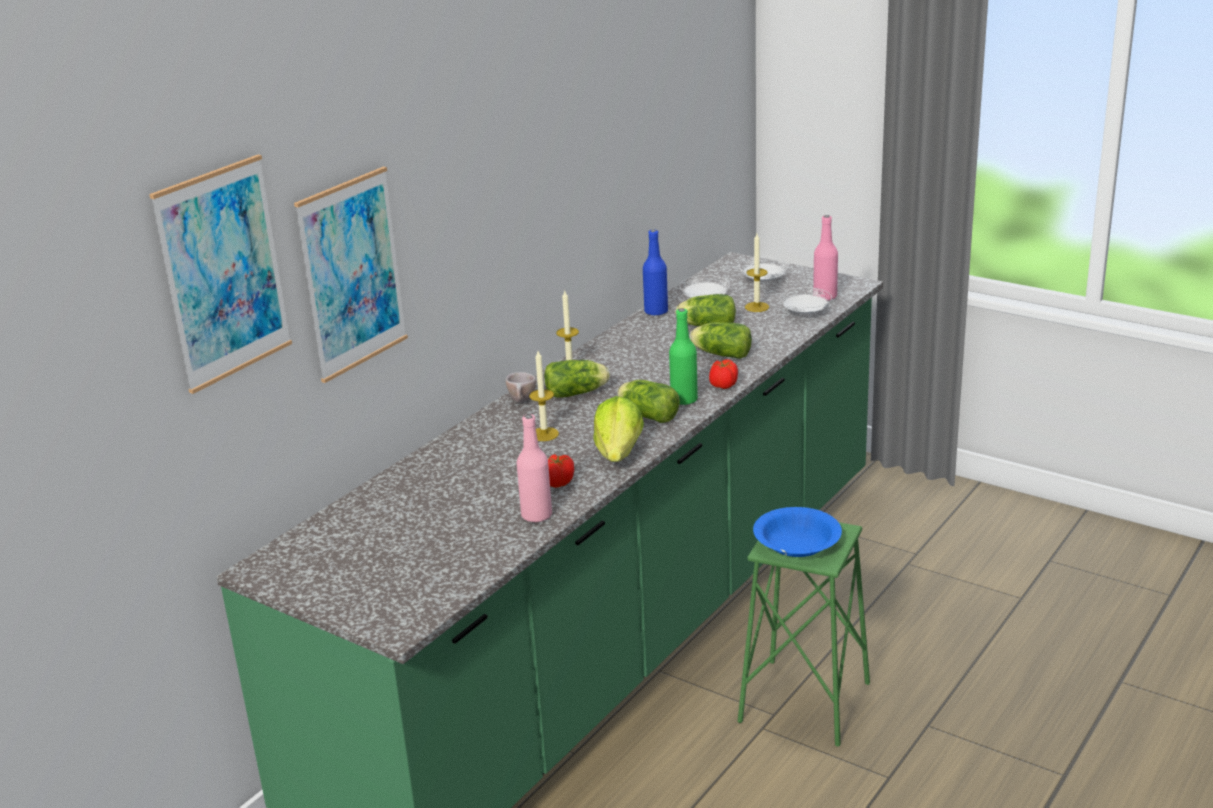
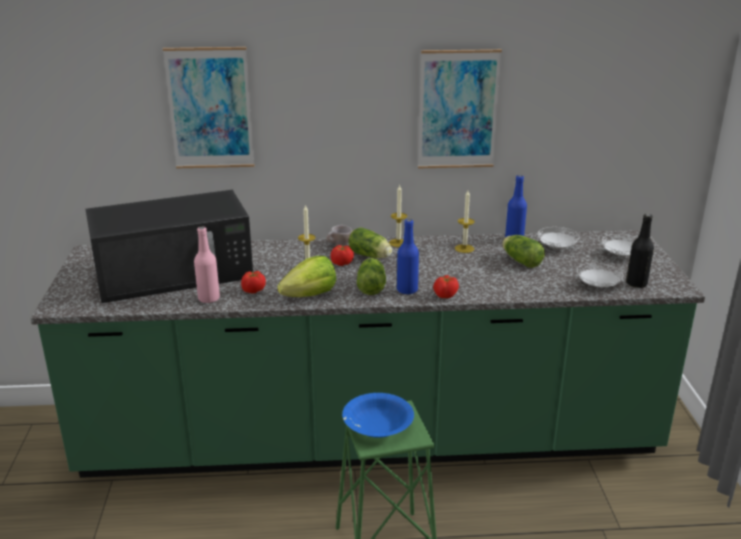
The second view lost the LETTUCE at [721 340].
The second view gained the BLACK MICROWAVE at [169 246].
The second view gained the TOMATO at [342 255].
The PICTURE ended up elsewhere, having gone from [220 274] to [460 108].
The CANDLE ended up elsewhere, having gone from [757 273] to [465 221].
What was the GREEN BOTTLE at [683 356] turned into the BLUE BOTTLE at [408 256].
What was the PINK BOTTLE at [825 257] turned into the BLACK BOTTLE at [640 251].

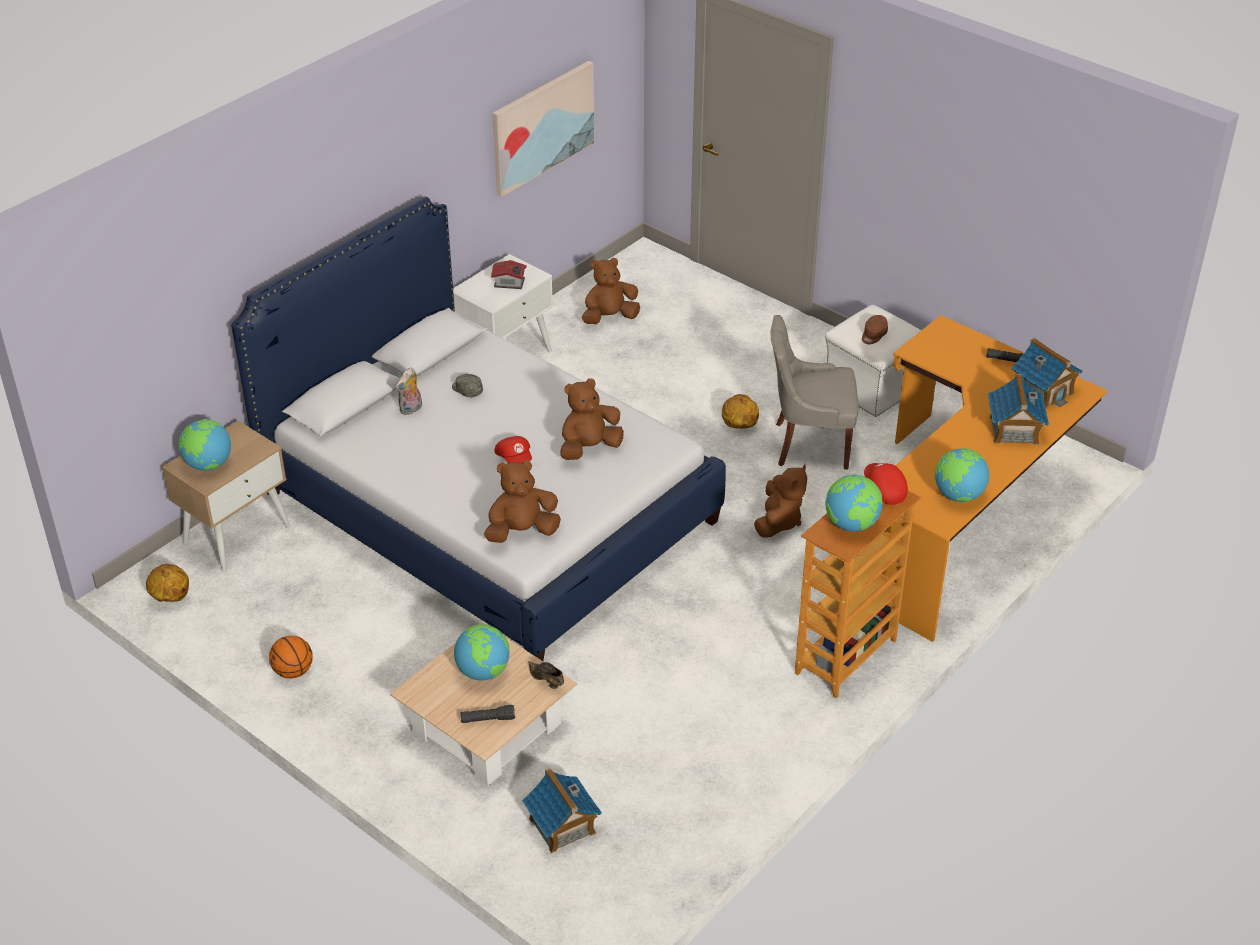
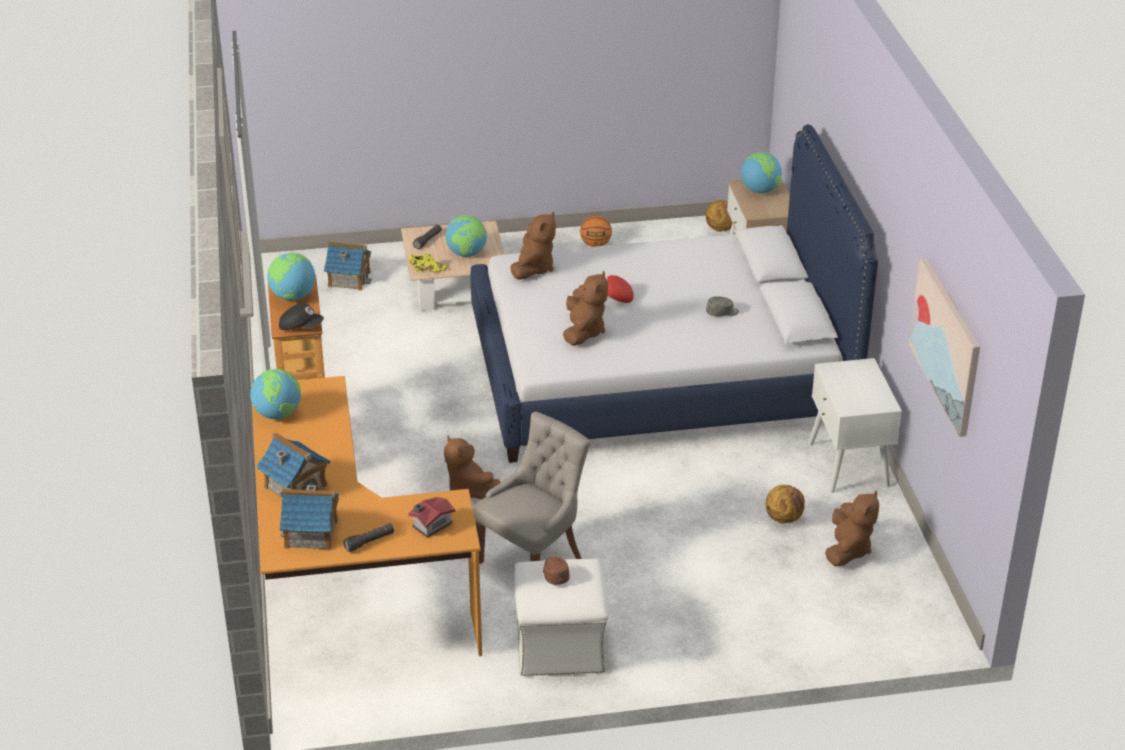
The second view lost the PLUSH TOY at [408 391].
The TOY HOUSE ended up elsewhere, having gone from [509 274] to [431 517].
The BASKETBALL ended up elsewhere, having gone from [740 411] to [785 504].
What was the BROWN SHOE at [546 675] turned into the YELLOW SHOE at [429 263].
What was the RED CAP at [886 484] turned into the BLACK CAP at [301 317].

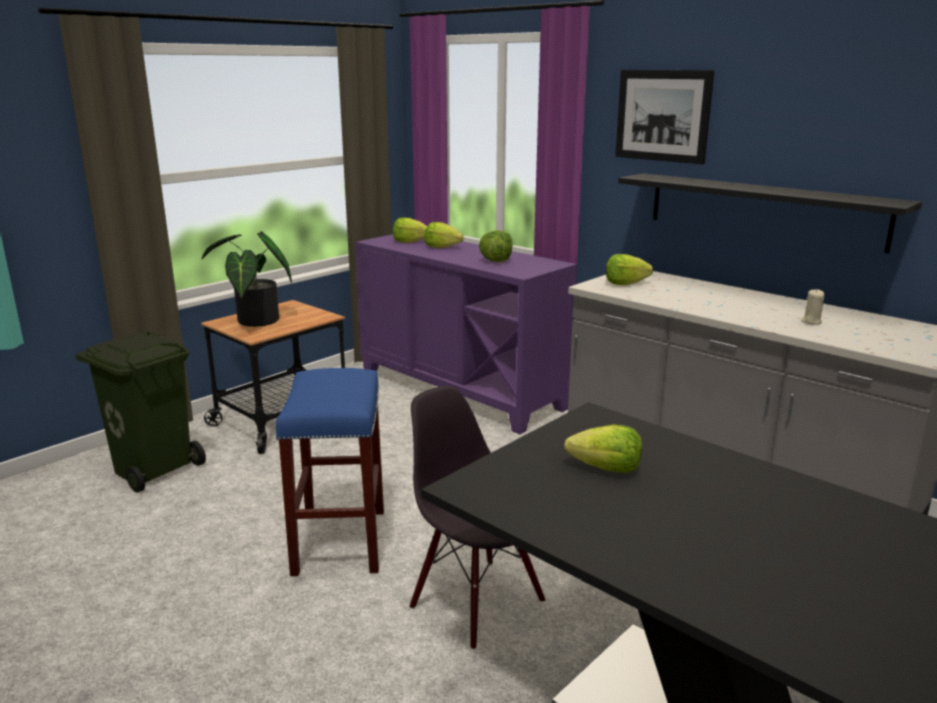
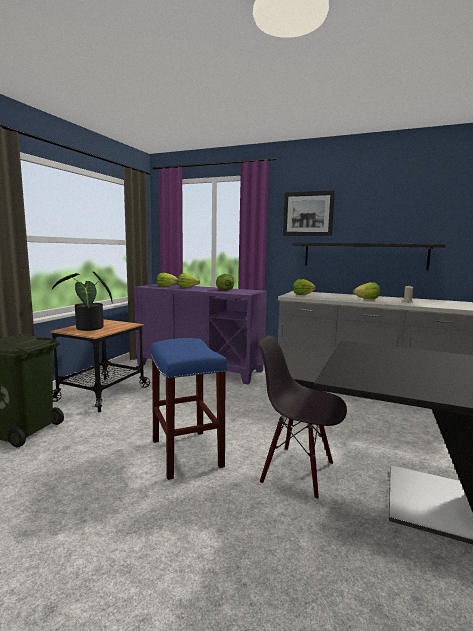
The LETTUCE ended up elsewhere, having gone from [603 449] to [366 290].

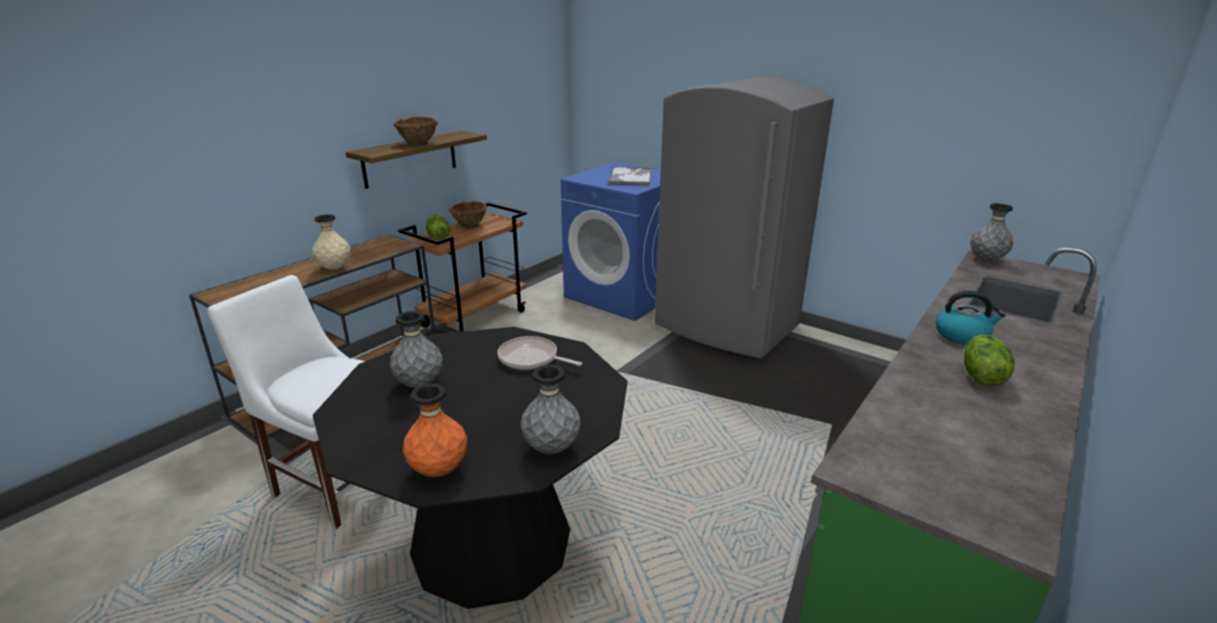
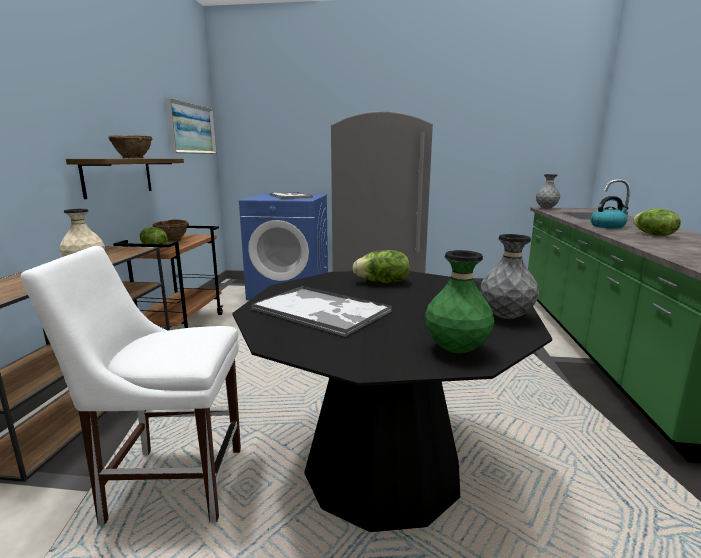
The second view gained the PICTURE at [191 126].
Where the GREY VASE stood at [416 349], the TRAY came to stand at [322 311].
Where the FRYING PAN stood at [539 353], the LETTUCE came to stand at [381 266].
What was the ORANGE VASE at [435 430] turned into the GREEN VASE at [459 301].

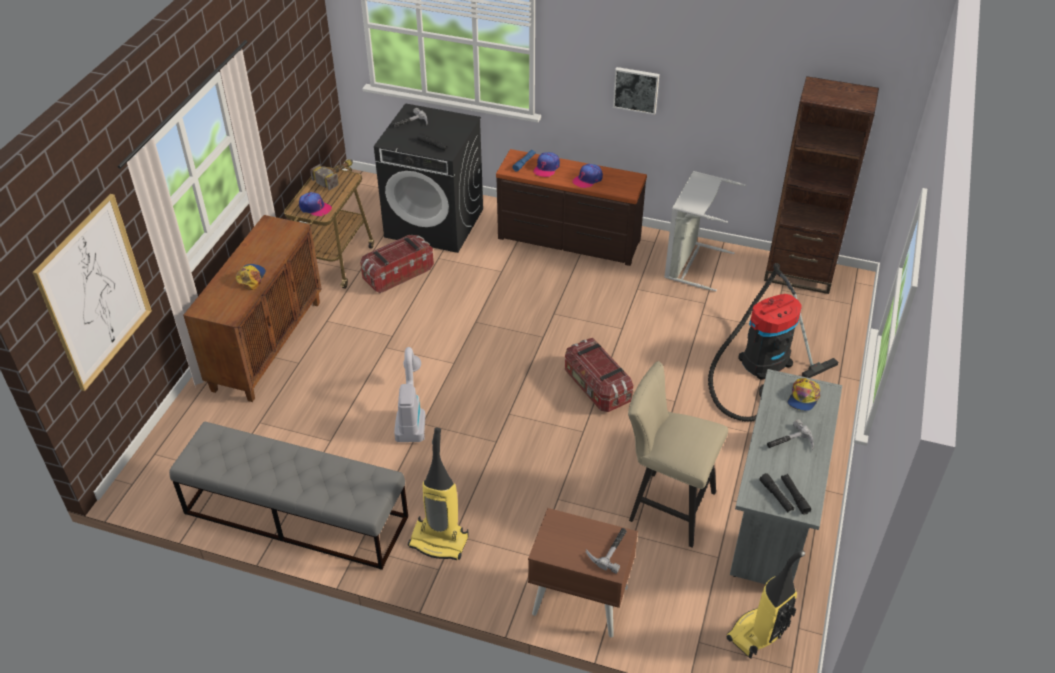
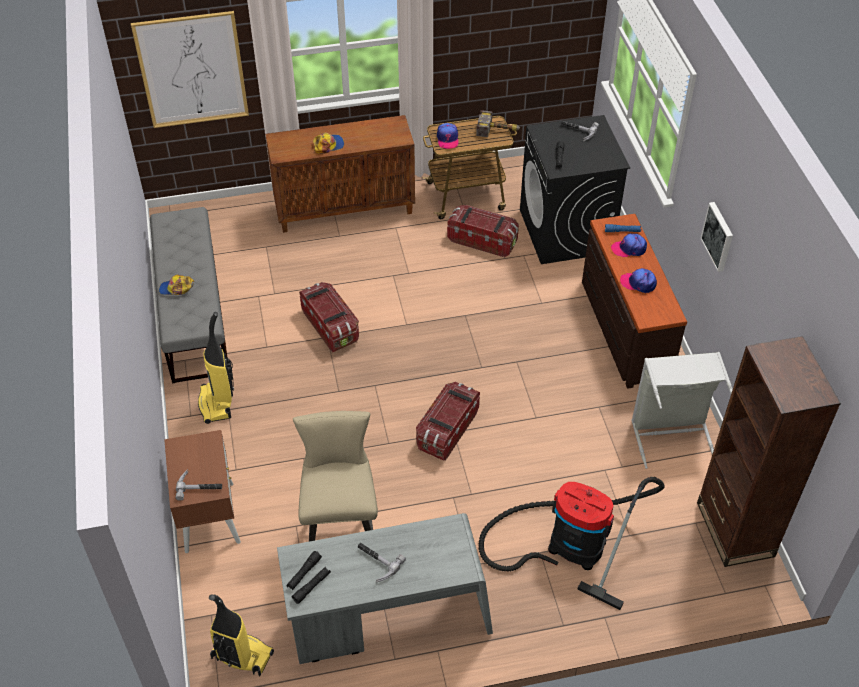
The CAP ended up elsewhere, having gone from [803 394] to [176 285].
Where the VACUUM CLEANER stood at [409 394], the STORAGE BOX came to stand at [329 317].

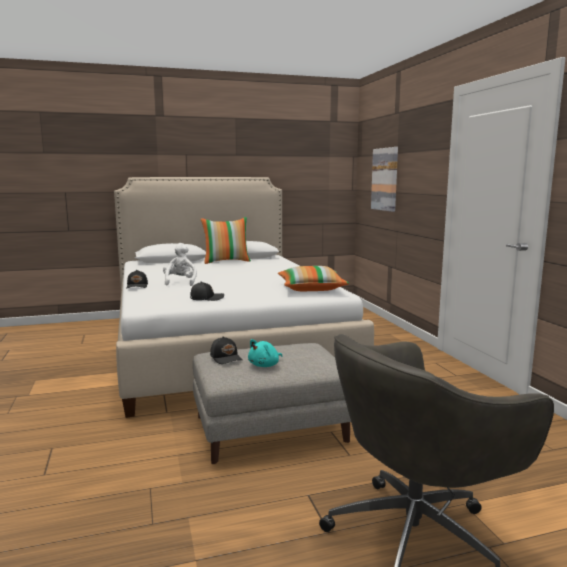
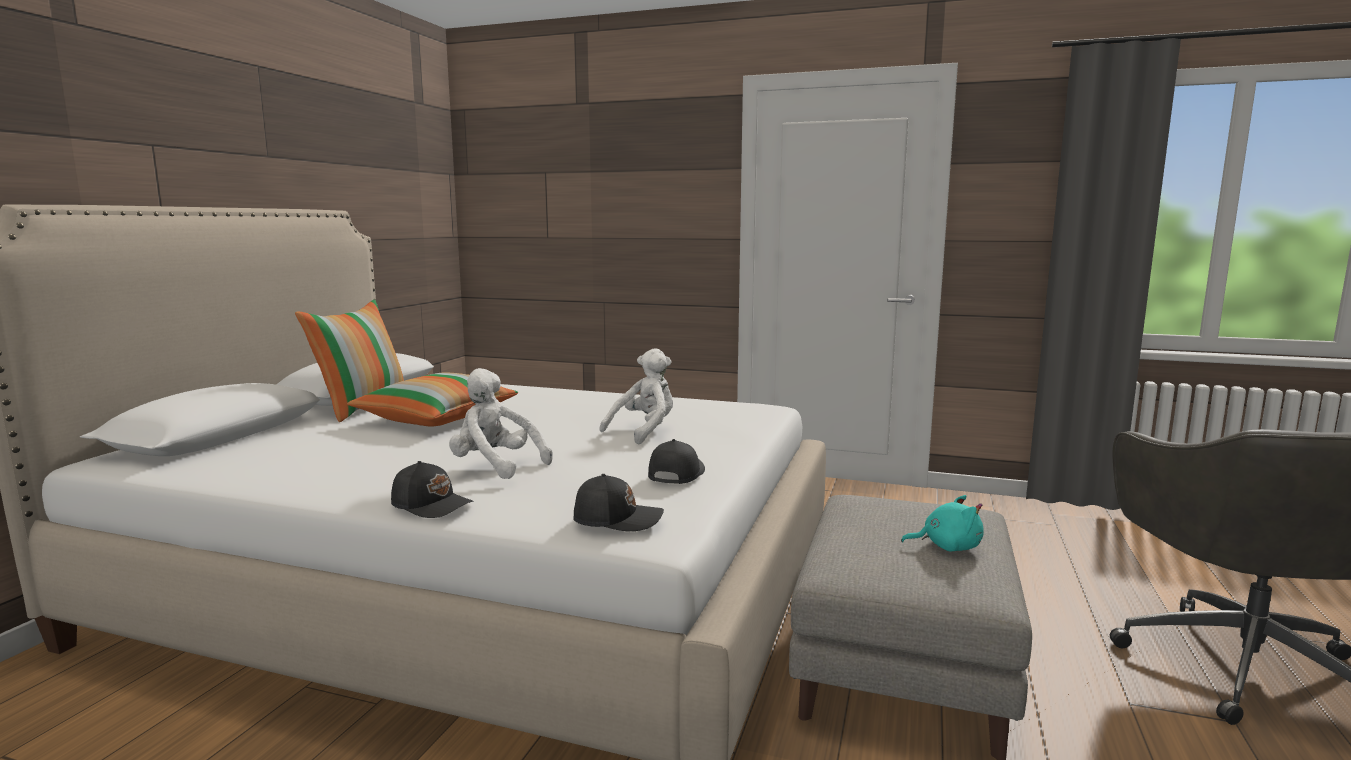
The second view lost the PICTURE at [384 179].
The second view gained the WHITE PLUSH TOY at [636 396].
The BLACK CAP ended up elsewhere, having gone from [226 350] to [618 502].
The PILLOW ended up elsewhere, having gone from [313 278] to [432 399].
The TURQUOISE PLUSH TOY at [265 353] ended up facing another way, 75 degrees counterclockwise from before.

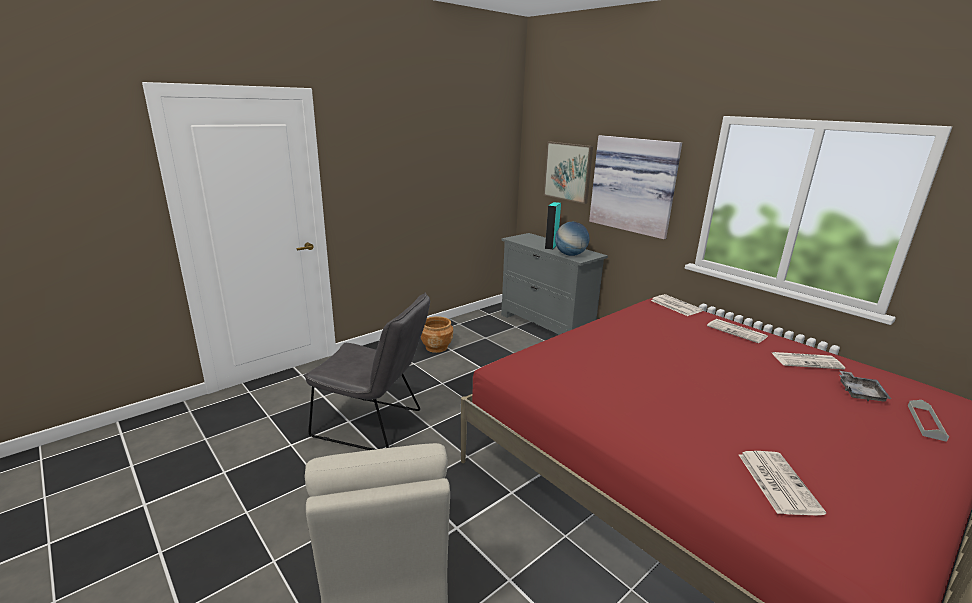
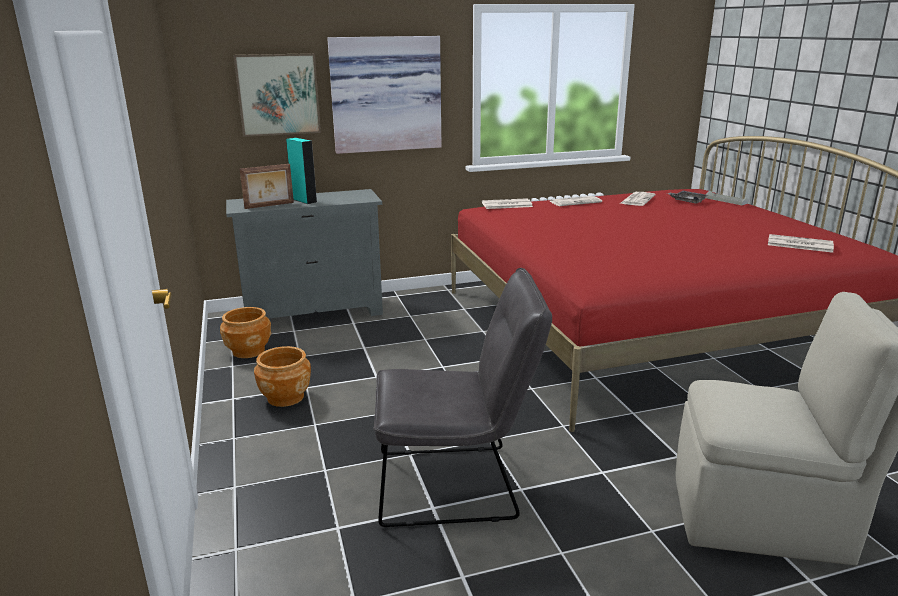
The second view lost the GLOBE at [572 239].
The second view gained the BROWN PLANTER at [245 332].
The second view gained the PICTURE FRAME at [267 186].
The GREY CHAIR at [367 371] ended up facing another way, 45 degrees clockwise from before.

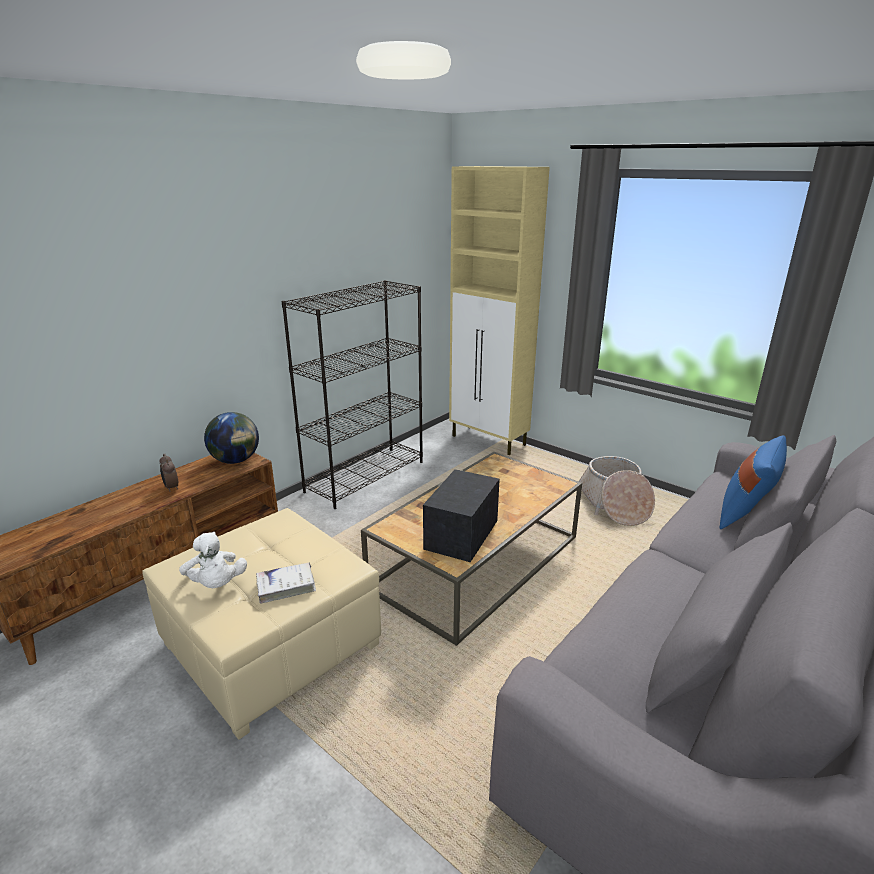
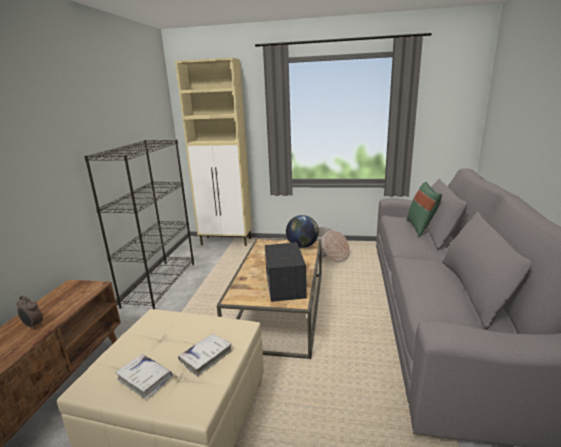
The GLOBE ended up elsewhere, having gone from [231 438] to [302 231].
Where the WHITE PLUSH TOY stood at [213 560], the WHITE BOOK came to stand at [144 376].
What was the BLUE PILLOW at [753 482] turned into the GREEN PILLOW at [424 209].

